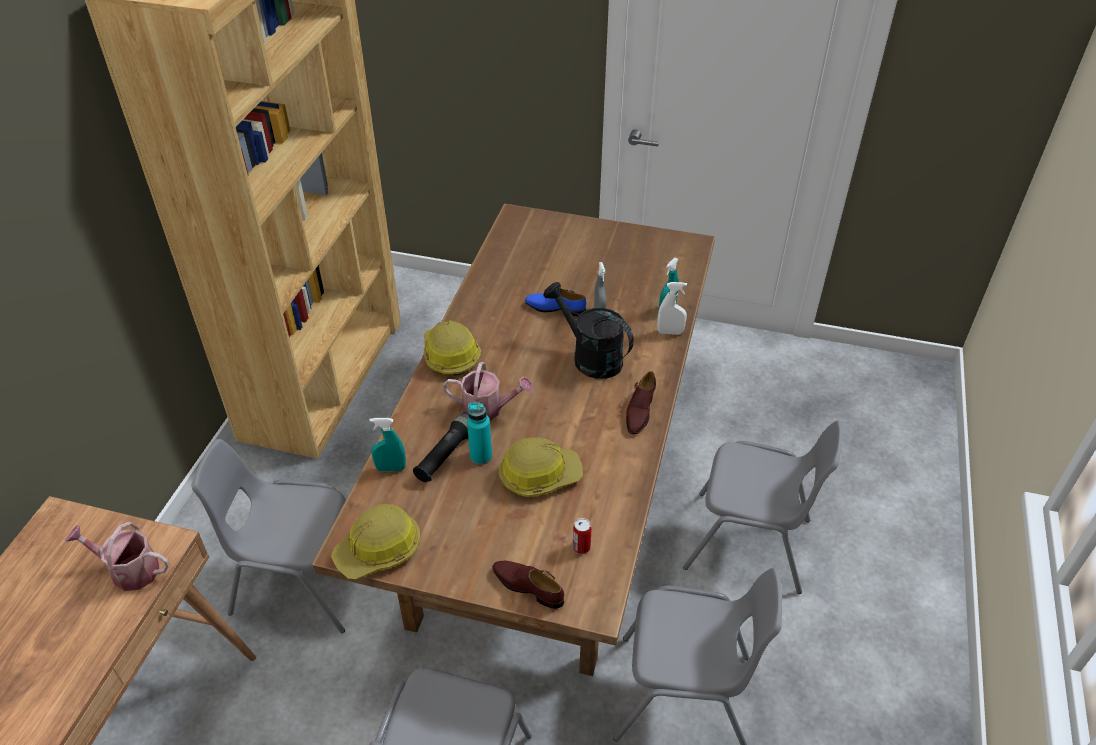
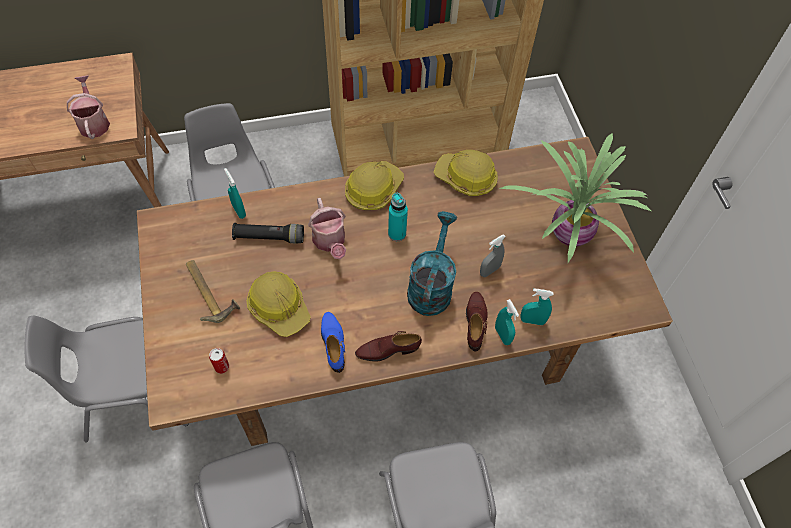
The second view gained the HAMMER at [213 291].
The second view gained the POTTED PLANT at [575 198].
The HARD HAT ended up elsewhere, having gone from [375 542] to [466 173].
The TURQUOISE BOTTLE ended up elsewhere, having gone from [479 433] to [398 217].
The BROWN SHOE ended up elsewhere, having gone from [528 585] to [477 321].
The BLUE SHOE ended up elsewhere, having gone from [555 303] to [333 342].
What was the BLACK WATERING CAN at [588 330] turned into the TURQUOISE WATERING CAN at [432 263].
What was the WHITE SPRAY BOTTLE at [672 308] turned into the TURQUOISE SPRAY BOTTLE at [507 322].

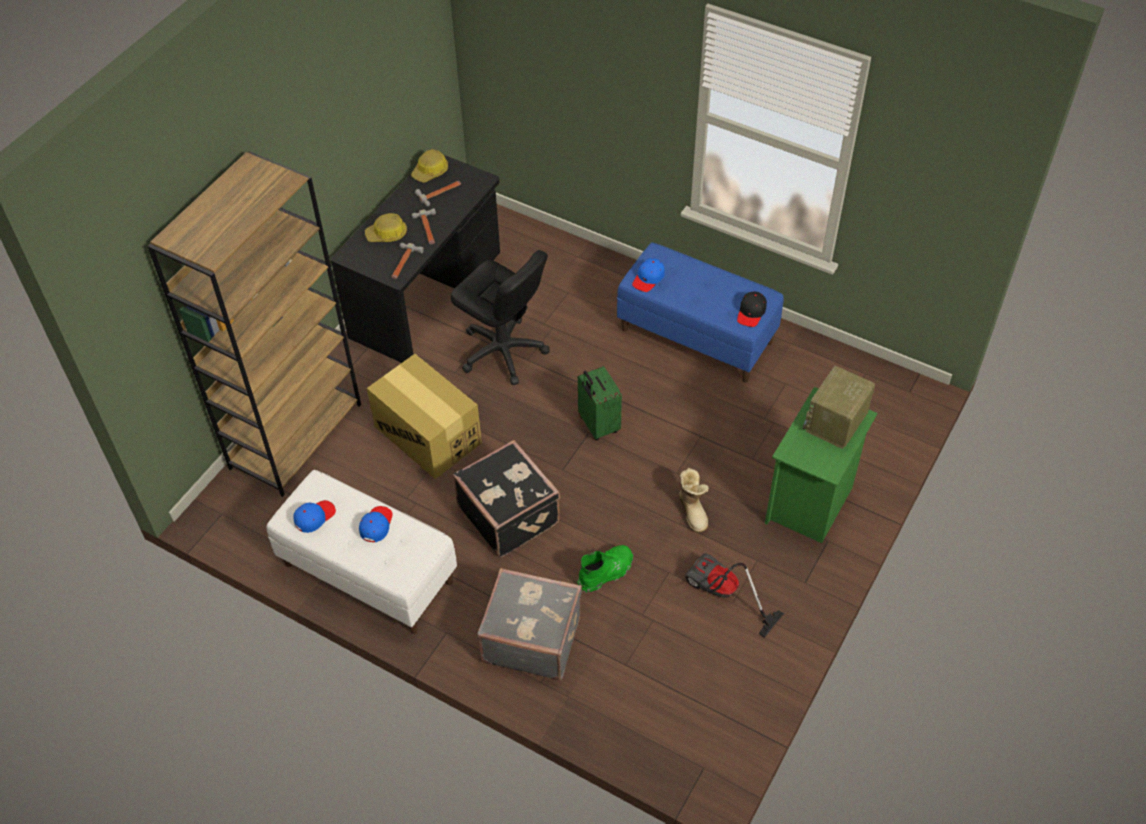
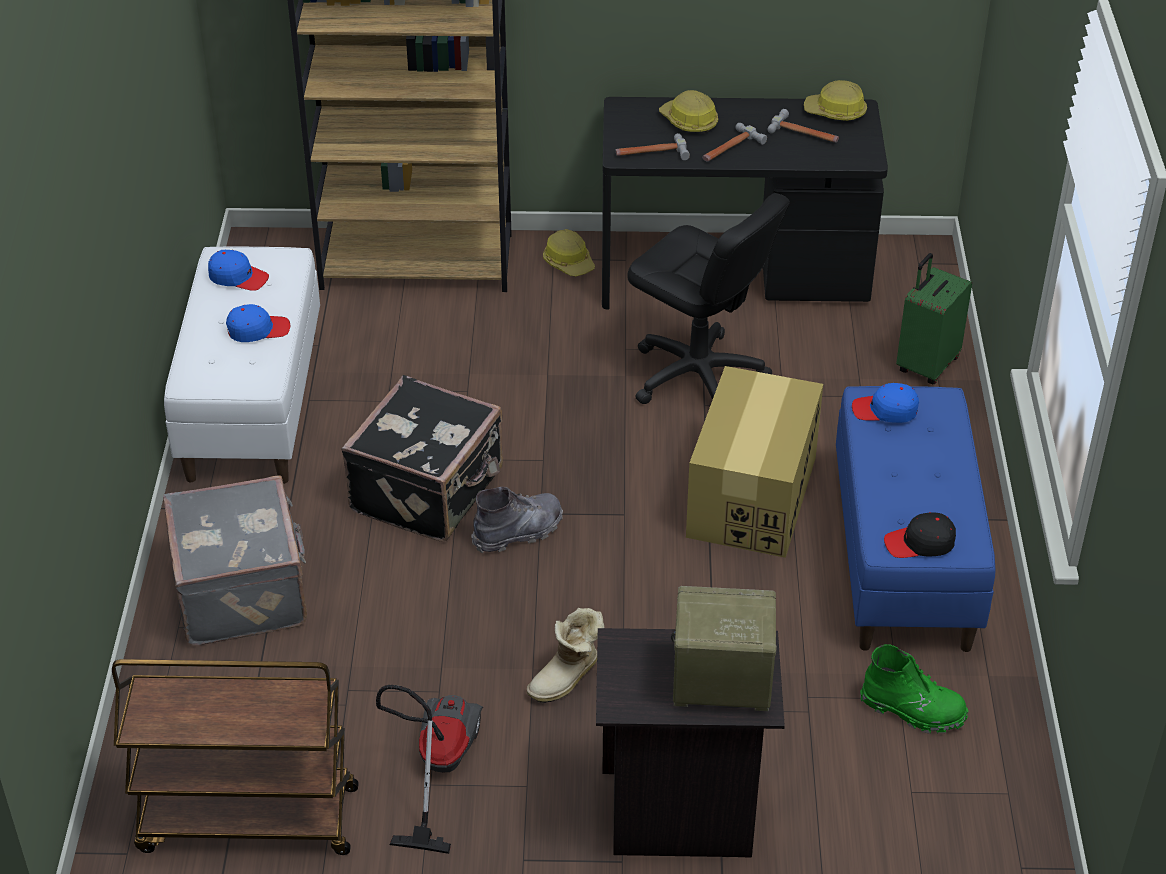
The second view gained the BROWN CART at [235 757].
The second view gained the GREY BOOT at [517 520].
The second view gained the HARD HAT at [569 253].
The CARDBOARD BOX ended up elsewhere, having gone from [424 416] to [754 462].
The GREEN BOOT ended up elsewhere, having gone from [605 569] to [914 689].
The GREEN SUITCASE ended up elsewhere, having gone from [600 403] to [934 318].
What was the GREEN NIGHTSTAND at [821 465] turned into the BLACK NIGHTSTAND at [690 742].
The BLACK OFFICE CHAIR at [500 317] ended up facing another way, 60 degrees counterclockwise from before.

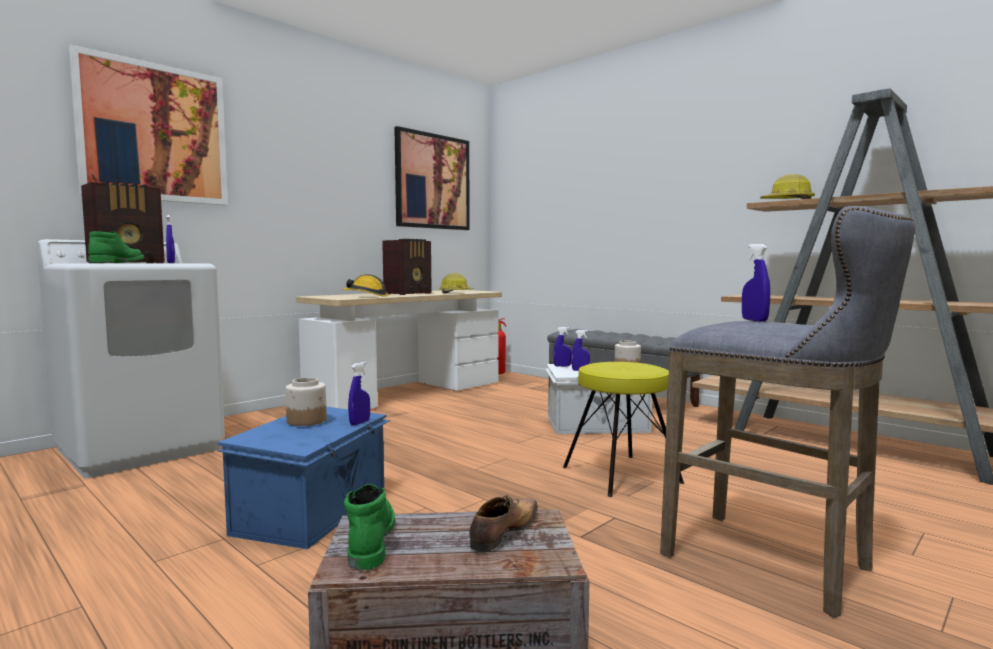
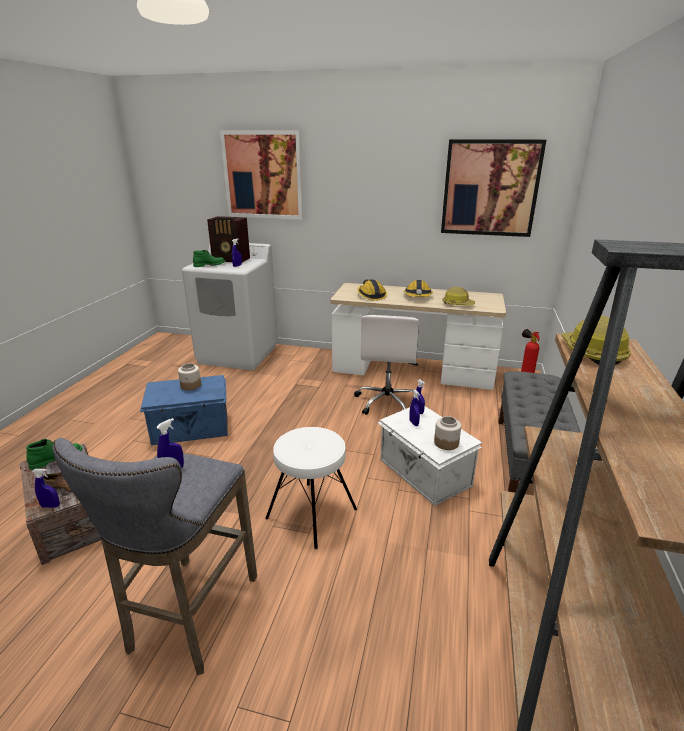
The second view gained the WHITE OFFICE CHAIR at [386 365].
The BLUE SPRAY BOTTLE ended up elsewhere, having gone from [359 393] to [46 488].
Where the RADIO stood at [407 267], the HARD HAT came to stand at [418 288].
What was the YELLOW STOOL at [623 429] turned into the WHITE STOOL at [311 488].

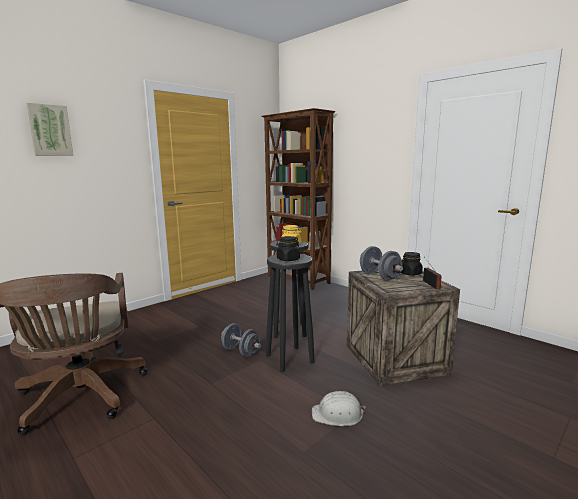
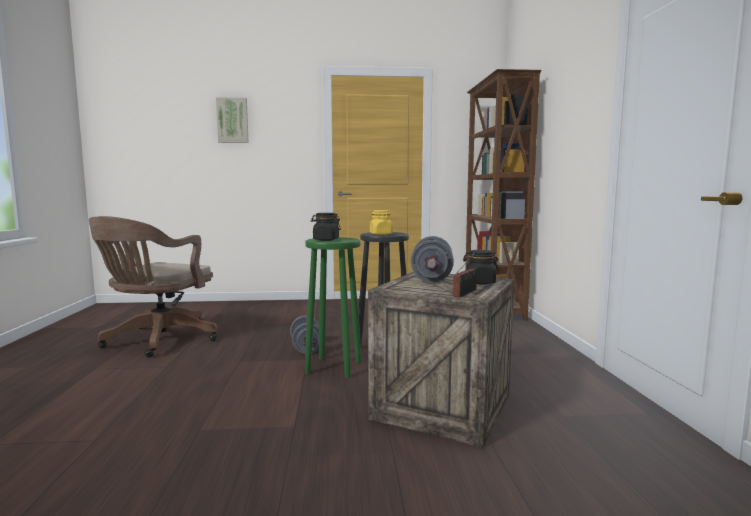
The second view lost the WHITE HARD HAT at [338 408].
What was the BLACK STOOL at [290 313] turned into the GREEN STOOL at [333 307].

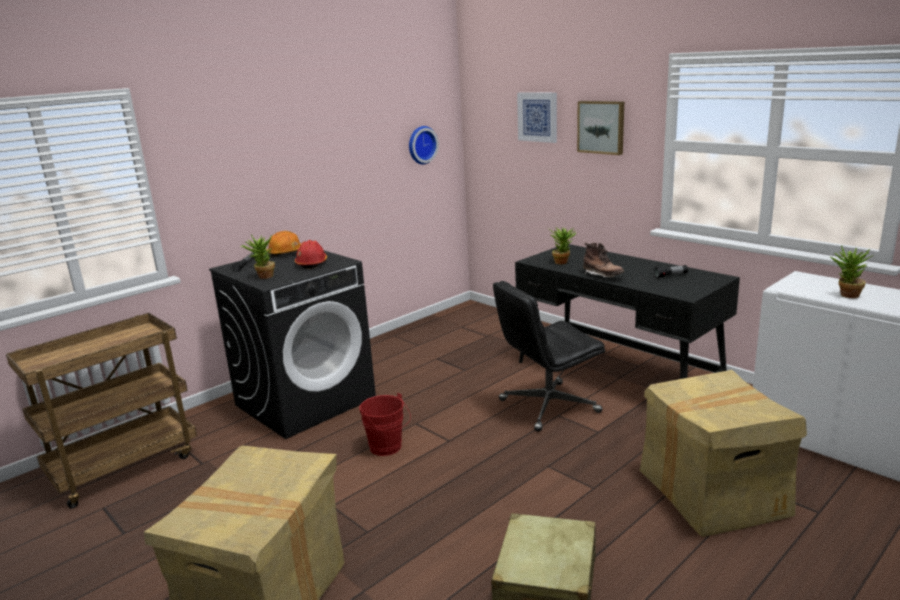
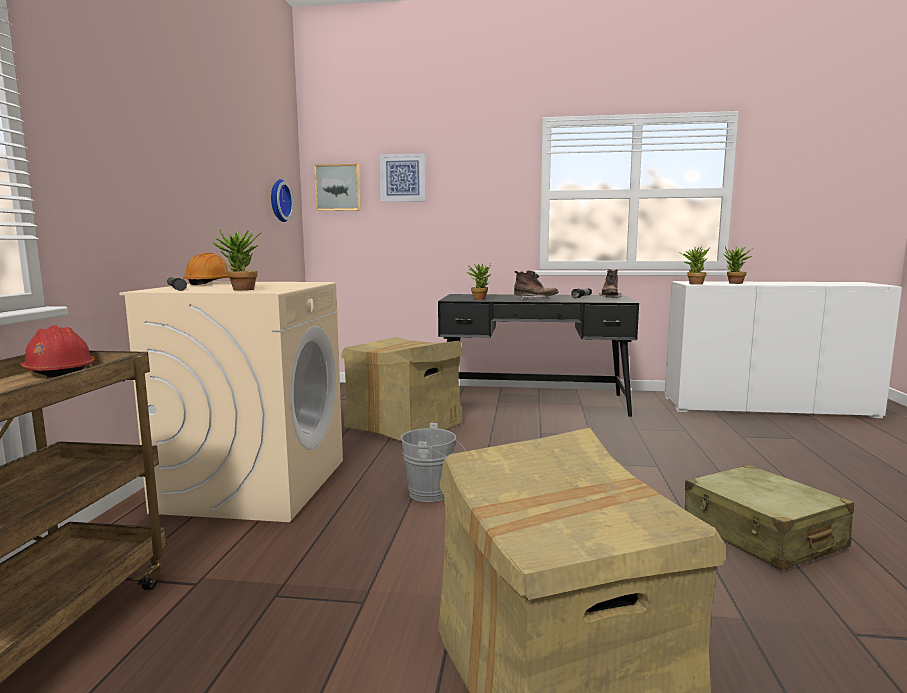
The second view lost the BLACK OFFICE CHAIR at [549 356].
The second view gained the BROWN BOOT at [610 283].
The second view gained the POTTED PLANT at [694 266].
The RED HARD HAT ended up elsewhere, having gone from [311 254] to [58 351].
The PICTURE ended up elsewhere, having gone from [600 128] to [337 187].
The CARDBOARD BOX ended up elsewhere, having gone from [723 453] to [402 389].
What was the BLACK WASHING MACHINE at [292 344] turned into the BEIGE WASHING MACHINE at [231 401].
What was the RED BUCKET at [385 424] turned into the GREY BUCKET at [433 462].

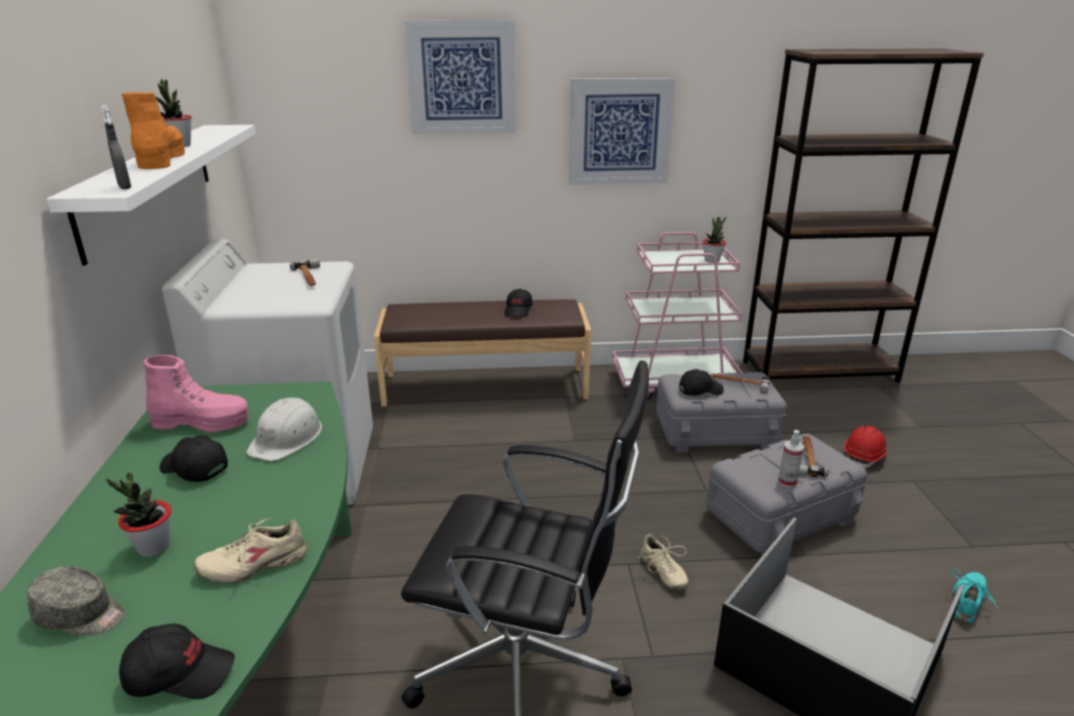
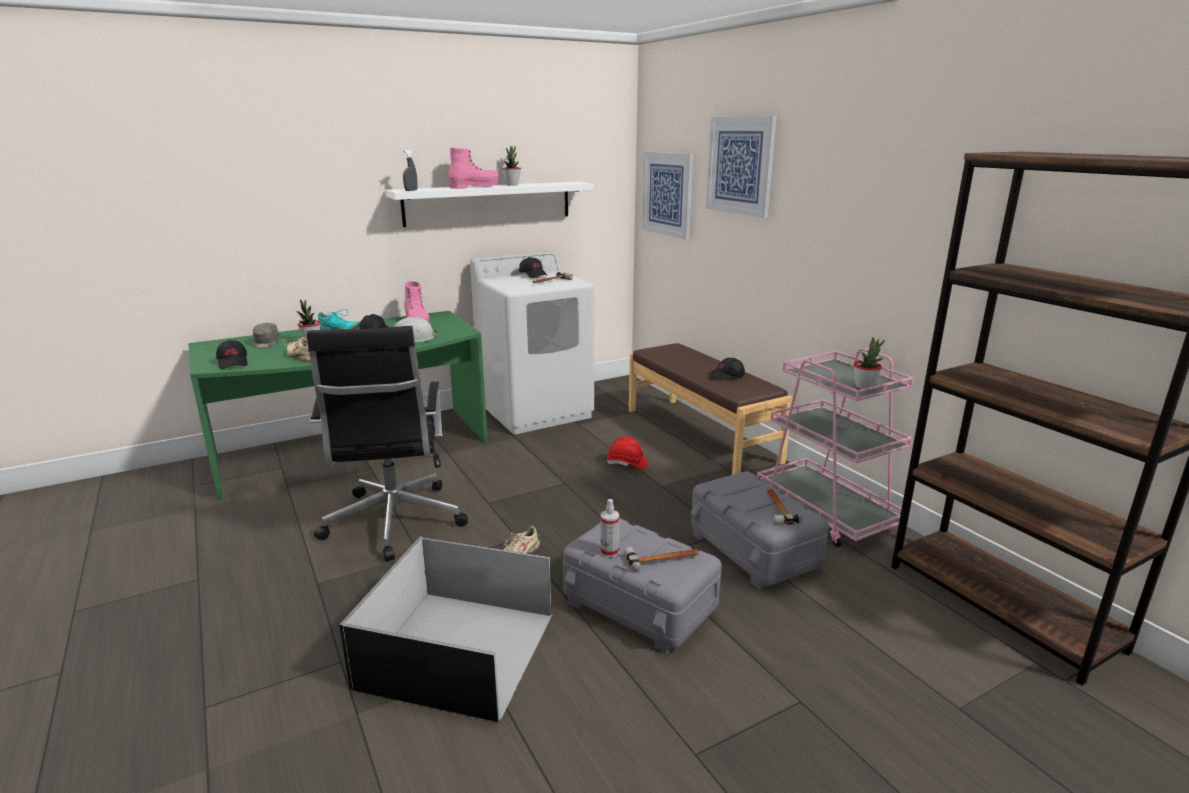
The PICTURE ended up elsewhere, having gone from [622 131] to [667 195].
The BLACK CAP ended up elsewhere, having gone from [701 382] to [533 267].
The RED HARD HAT ended up elsewhere, having gone from [866 447] to [627 453].
The TURQUOISE SHOE ended up elsewhere, having gone from [974 596] to [338 319].
What was the ORANGE BOOT at [153 130] turned into the PINK BOOT at [474 168].

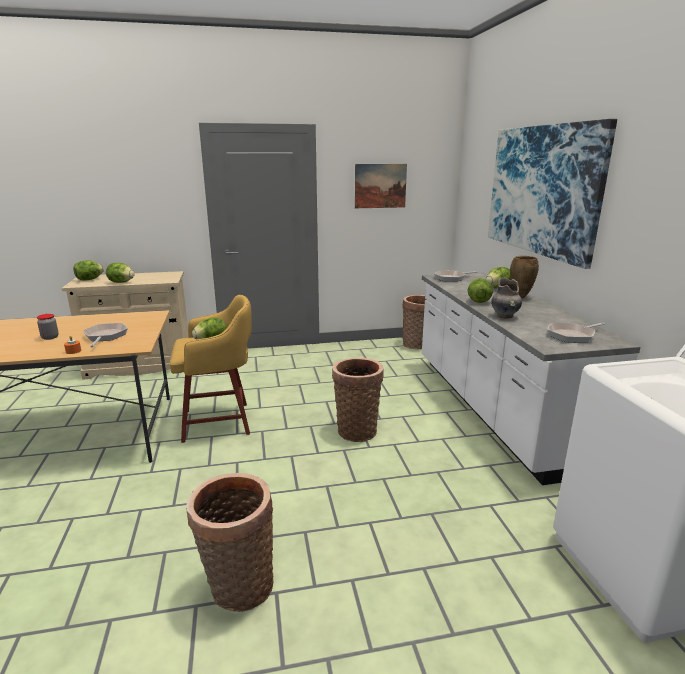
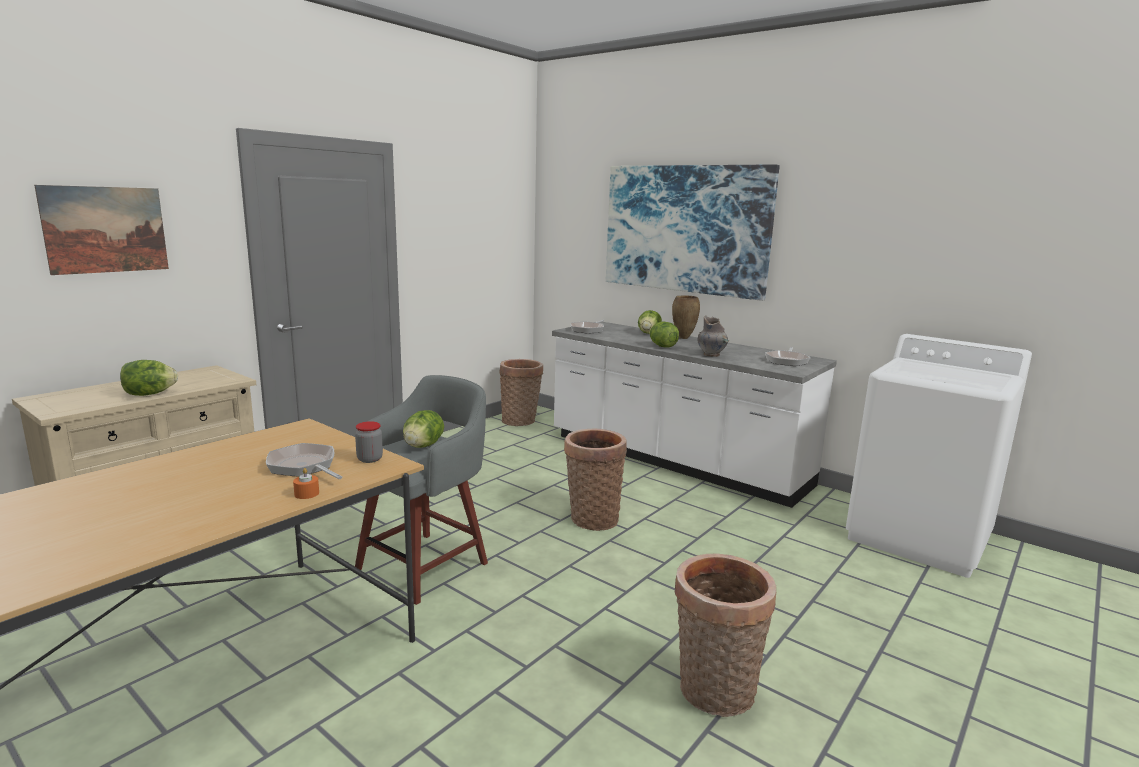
The second view lost the LETTUCE at [89 270].
The JAR ended up elsewhere, having gone from [48 327] to [369 442].
The PICTURE ended up elsewhere, having gone from [381 186] to [101 230].
What was the YELLOW STOOL at [211 369] turned into the GREY STOOL at [421 490].

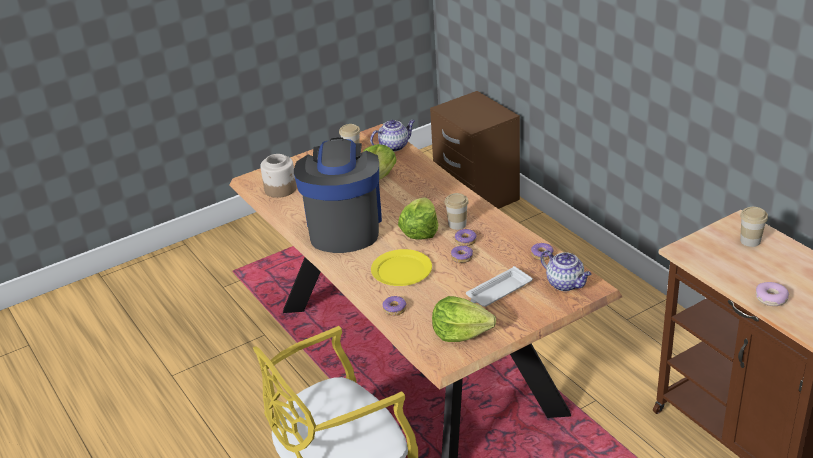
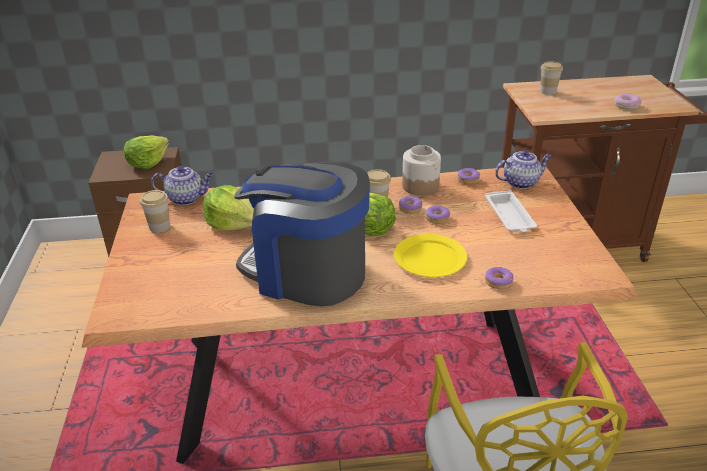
The JAR ended up elsewhere, having gone from [278 176] to [421 170].
The LETTUCE ended up elsewhere, having gone from [464 319] to [146 152].
The TEAPOT at [392 136] ended up facing another way, 90 degrees clockwise from before.

